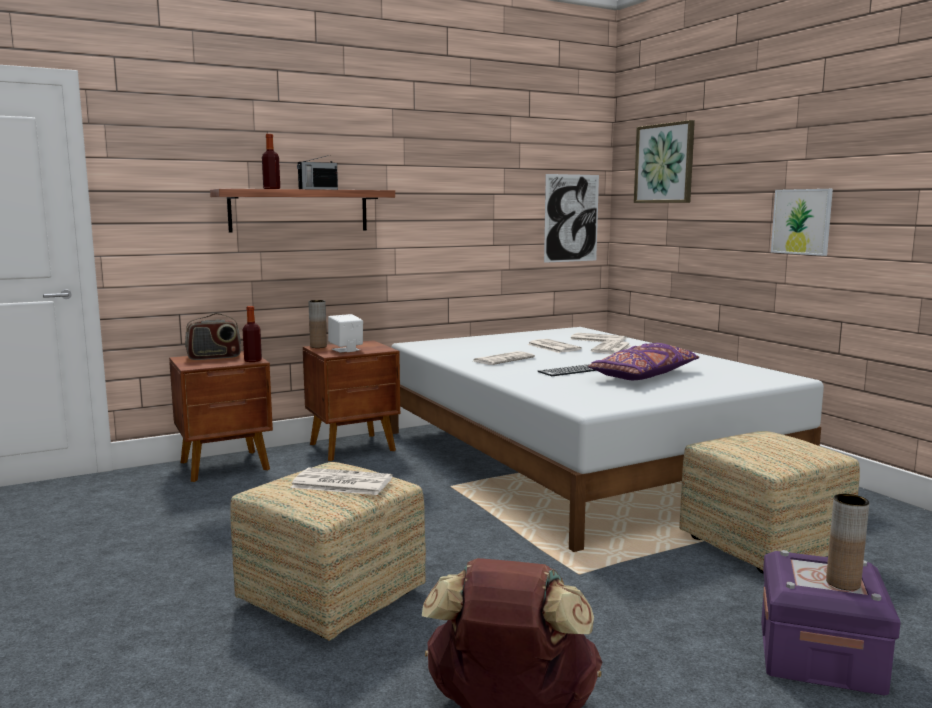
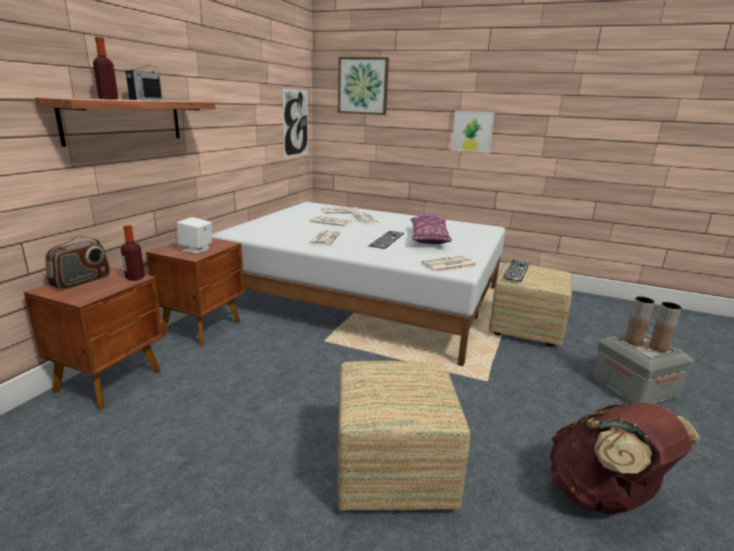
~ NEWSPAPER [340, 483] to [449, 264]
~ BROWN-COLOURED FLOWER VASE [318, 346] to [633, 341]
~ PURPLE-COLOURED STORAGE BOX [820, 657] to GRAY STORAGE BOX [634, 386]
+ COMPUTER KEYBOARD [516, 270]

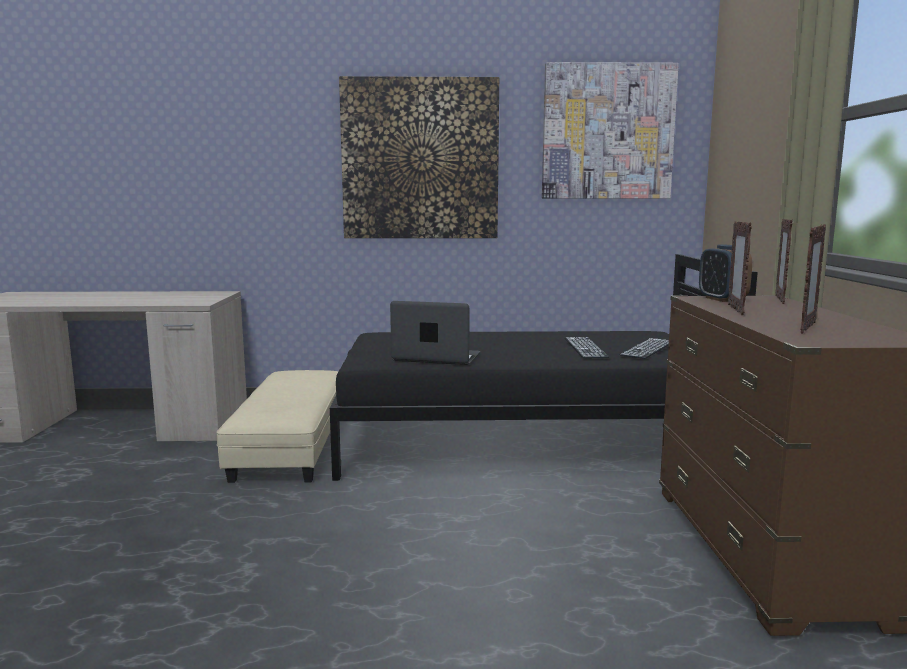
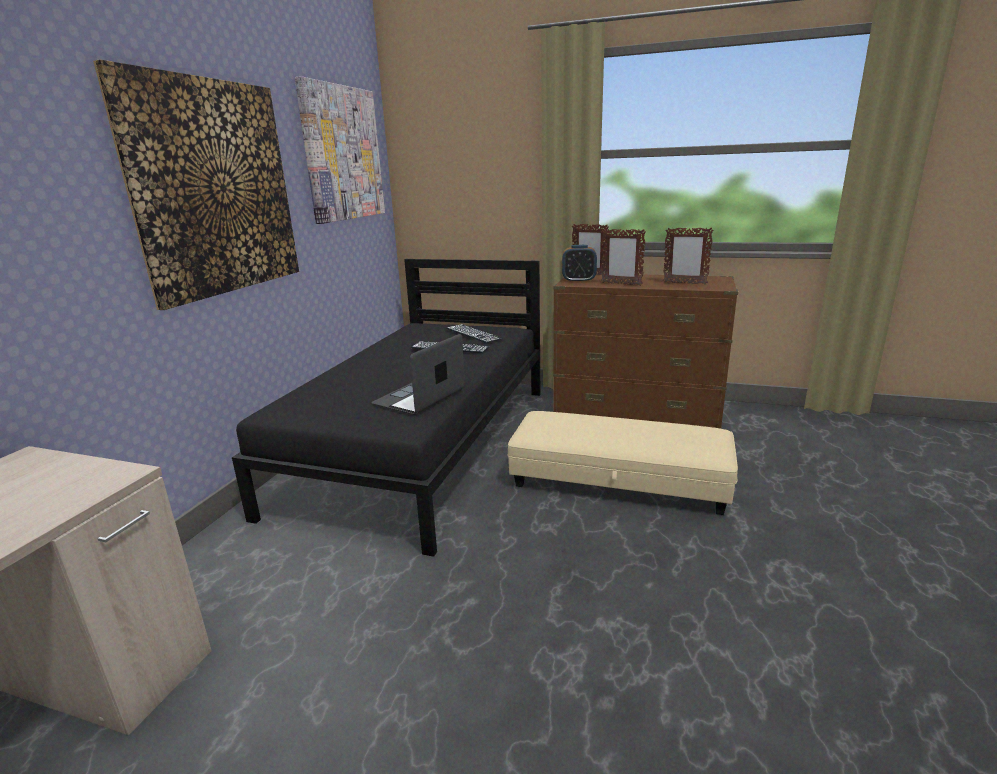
~ BEIGE-COLOURED FOOTREST [291, 443] to [618, 480]
~ PICTURE FRAME [807, 328] = [684, 283] 150 degrees clockwise

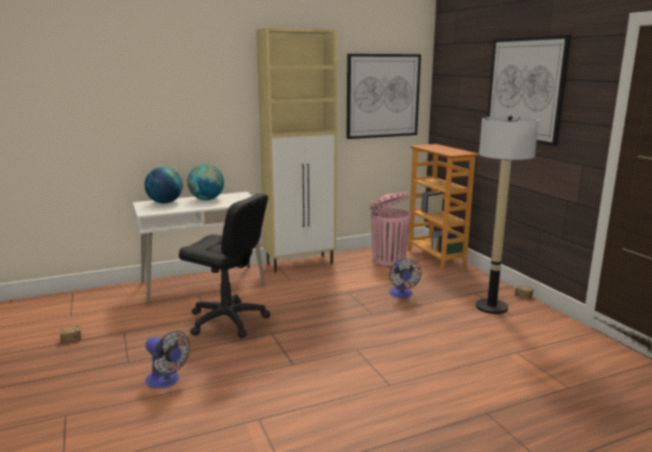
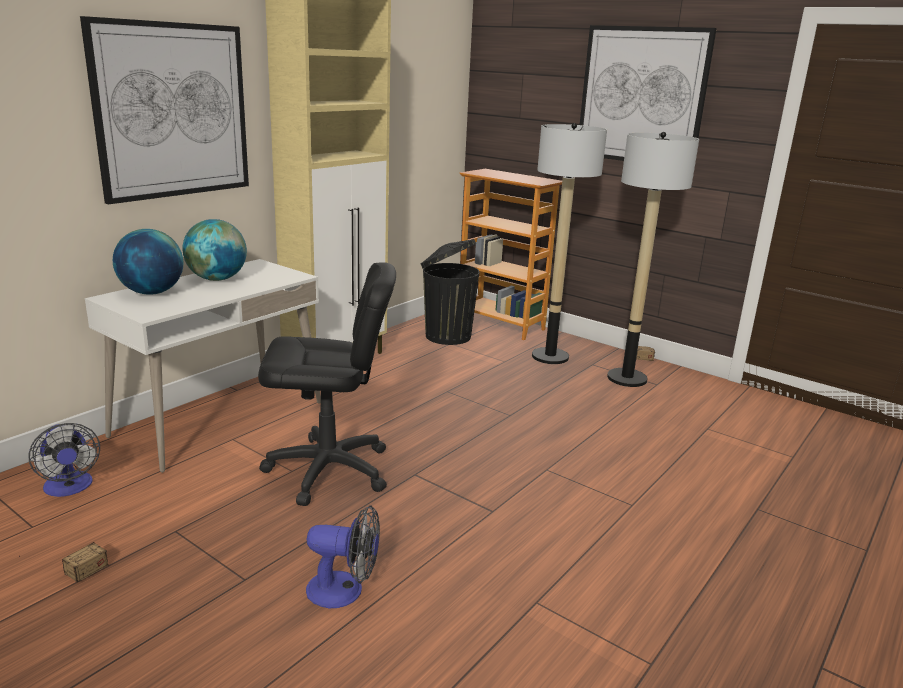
~ PICTURE [383, 96] to [172, 111]
~ PINK RUBBISH BIN [388, 259] to BLACK RUBBISH BIN [446, 336]
~ FAN [402, 295] to [70, 488]
+ STANDING LAMP [550, 356]

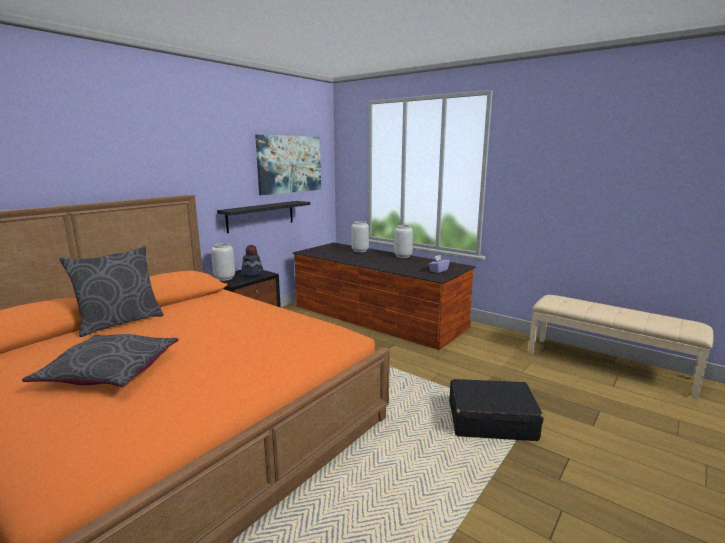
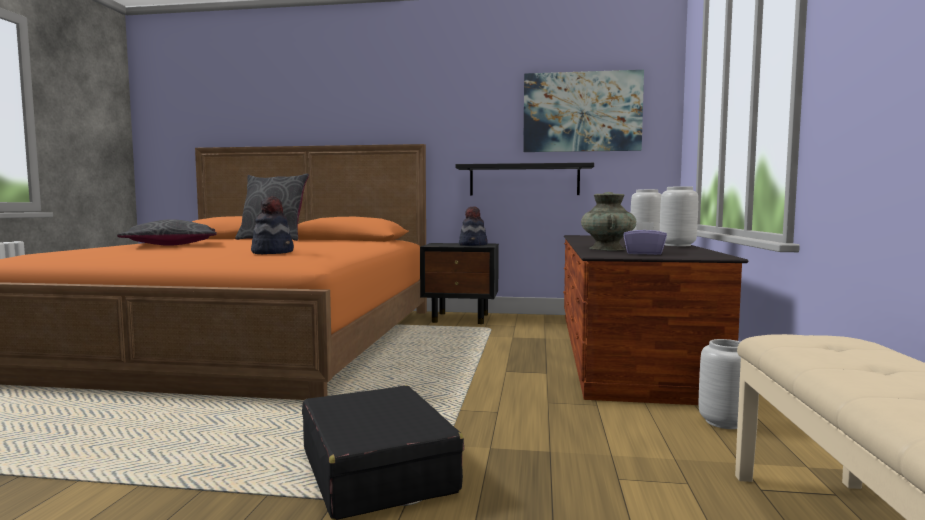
~ GRAY FLOWER VASE [224, 278] to [723, 422]
+ CLOTHING HAT [273, 252]
+ TURQUOISE-COLOURED FLOWER VASE [607, 249]

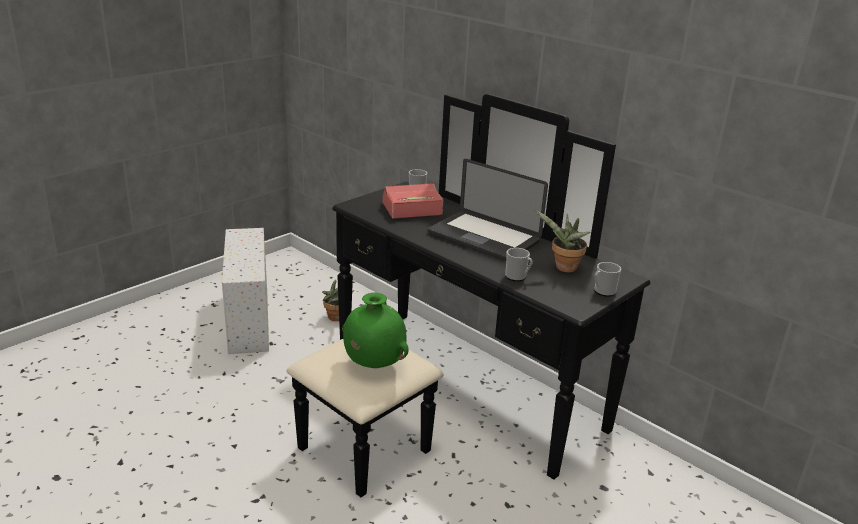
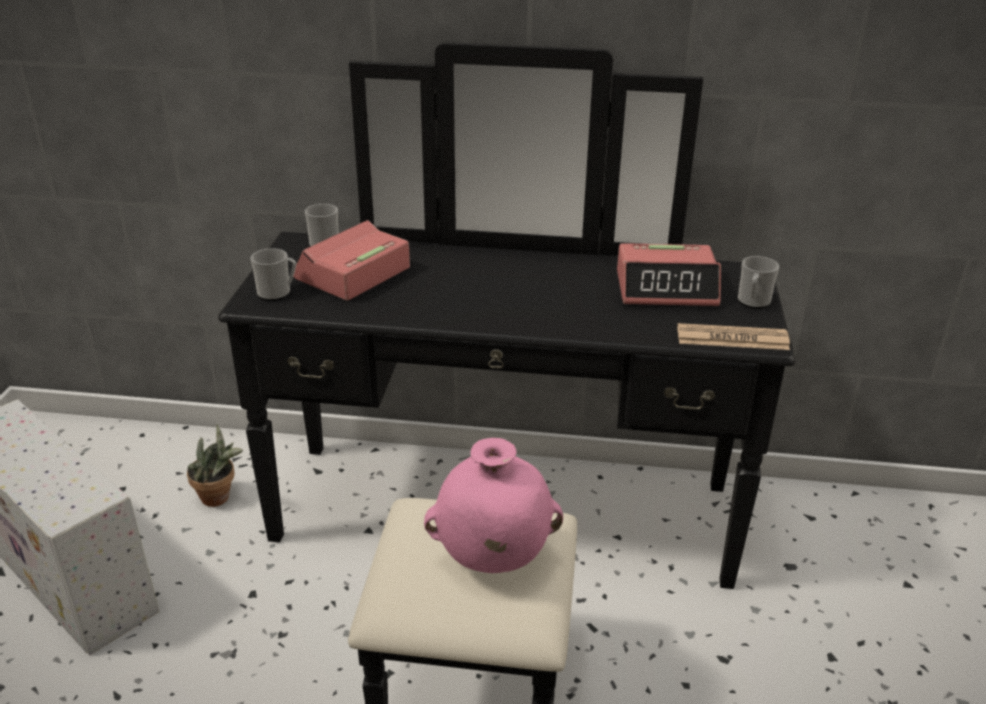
~ GREENISH FLOWER VASE [373, 364] to PINK FLOWER VASE [492, 559]
- PORTABLE COMPUTER [483, 238]
~ TEA MUG [517, 277] to [278, 293]
~ POTTED PLANT [563, 268] to TABLE CLOCK [666, 288]
+ NEWSPAPER [732, 338]

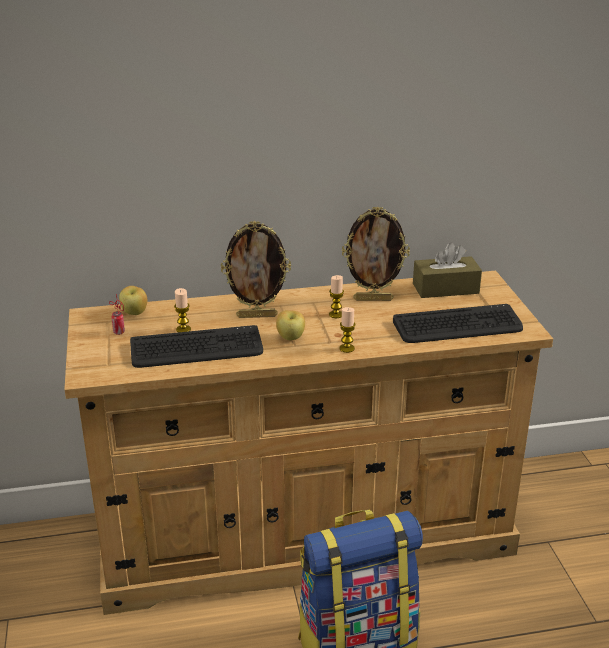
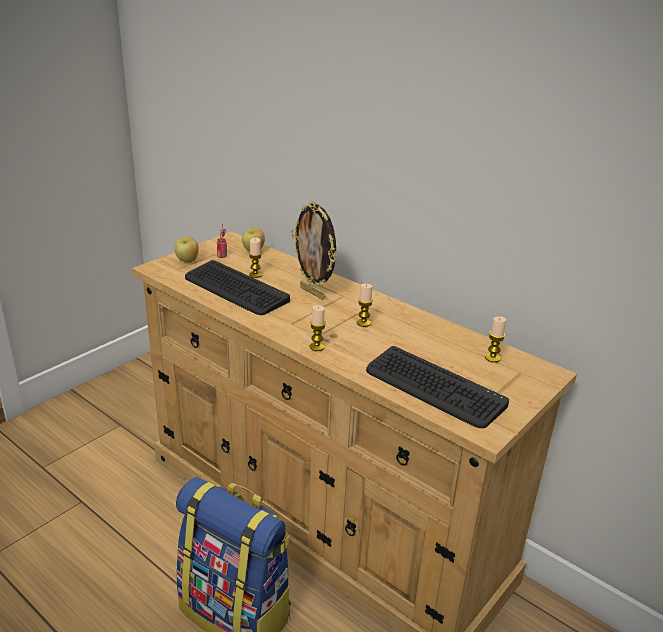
~ APPLE FRUIT [290, 338] to [187, 261]
- PICTURE FRAME [373, 299]
~ BROWN-COLOURED TISSUE BOX [445, 288] to CANDLE [492, 358]

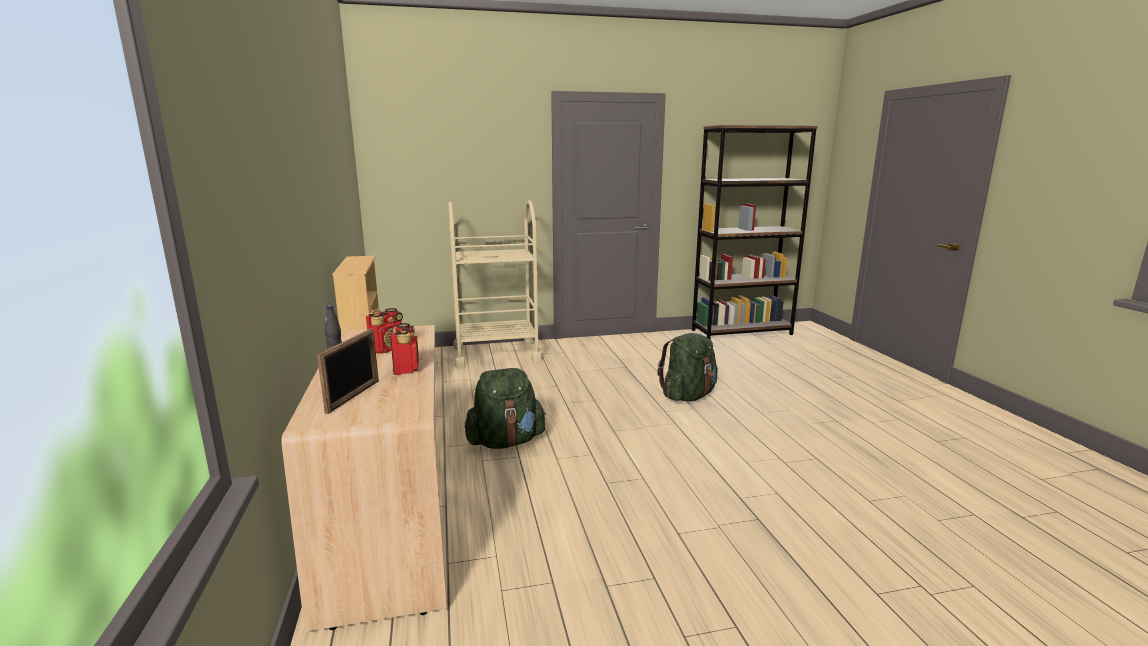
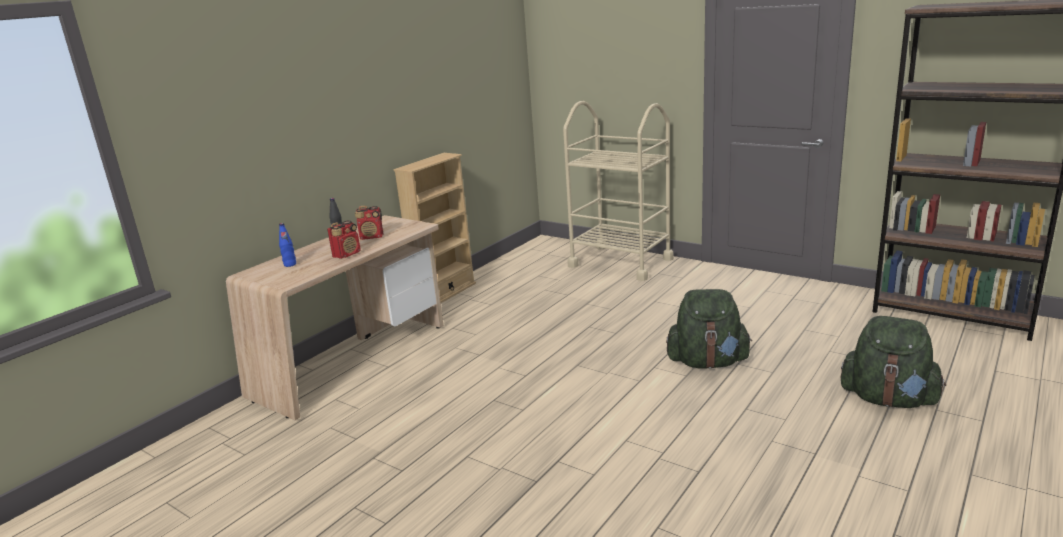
~ PICTURE FRAME [353, 396] to BLUE-COLOURED DRINK BOTTLE [290, 264]
~ GREENISH KNAPSACK [506, 442] to [888, 399]

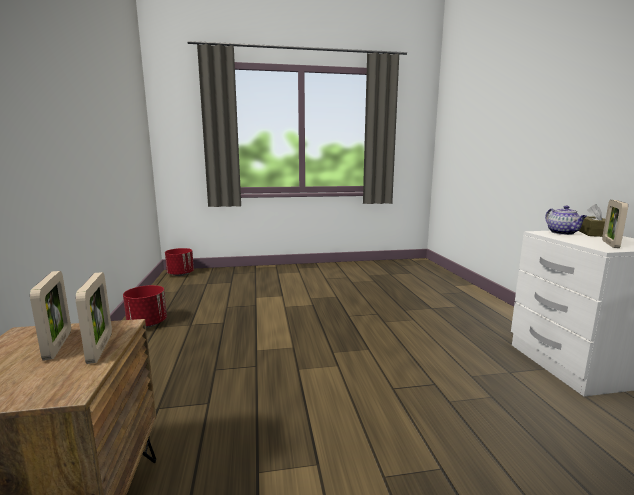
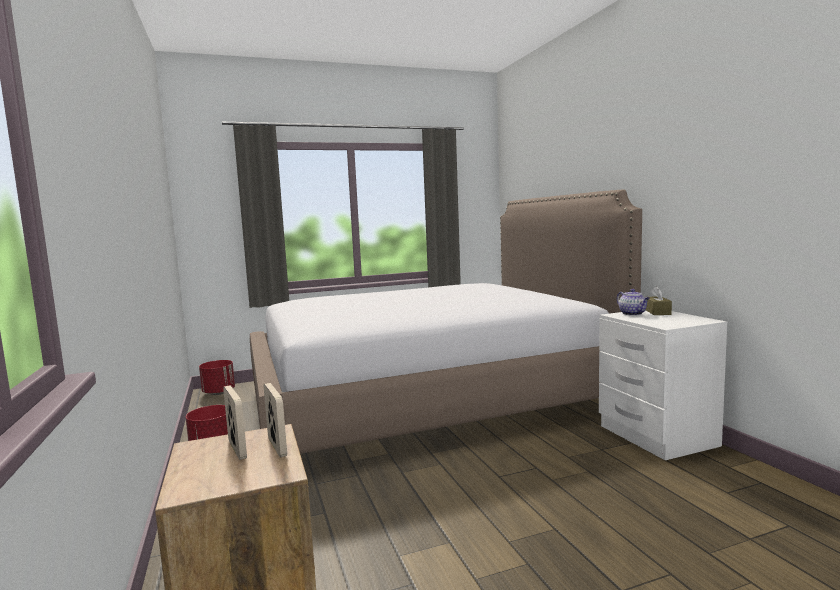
- PICTURE FRAME [610, 244]
+ SLEEPING BED [428, 399]

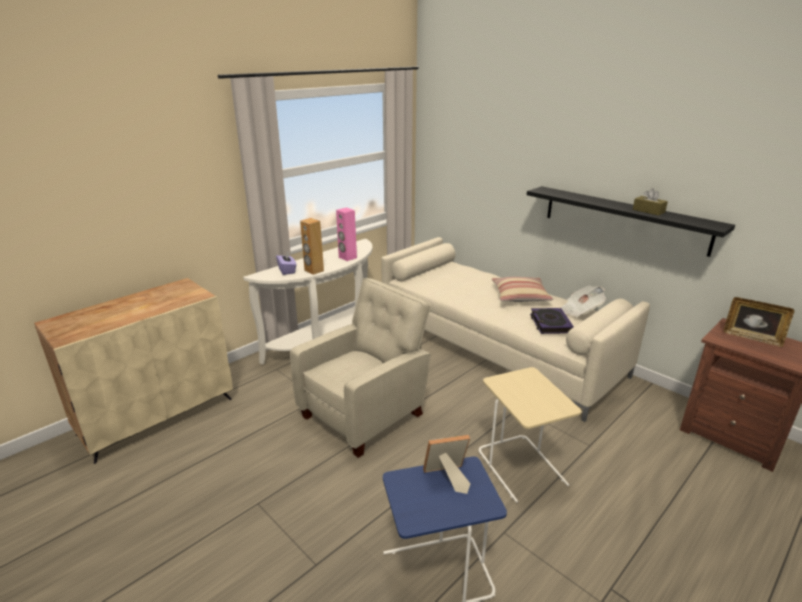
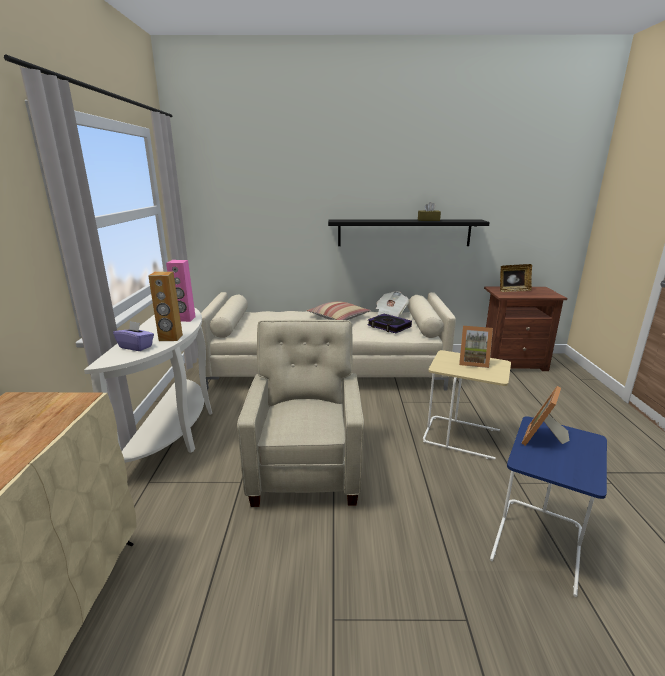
+ PICTURE FRAME [473, 362]

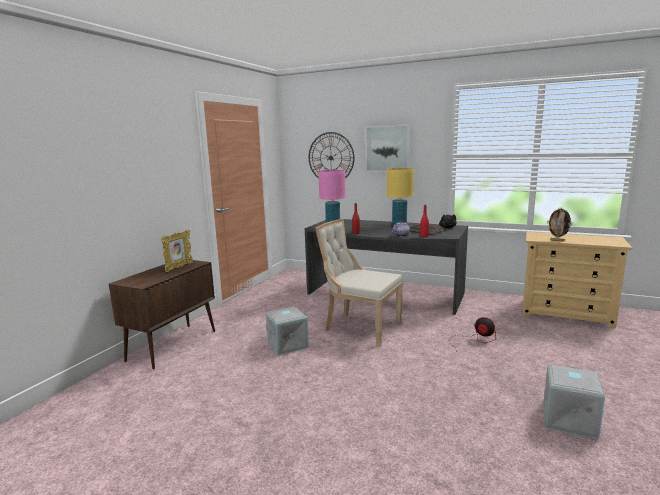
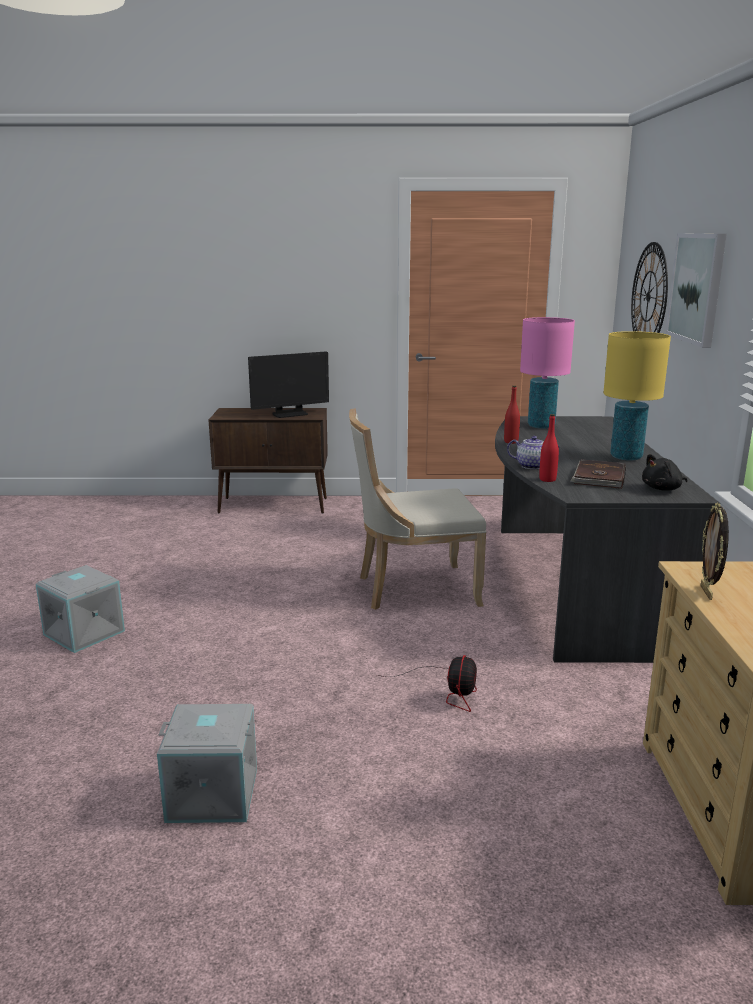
~ PICTURE FRAME [179, 267] to COMPUTER DISPLAY [290, 414]
~ GRAY STORAGE BOX [287, 344] to [85, 632]
~ BEIGE-COLOURED PLAIN CHAIR [359, 327] = [412, 589] 105 degrees counterclockwise

